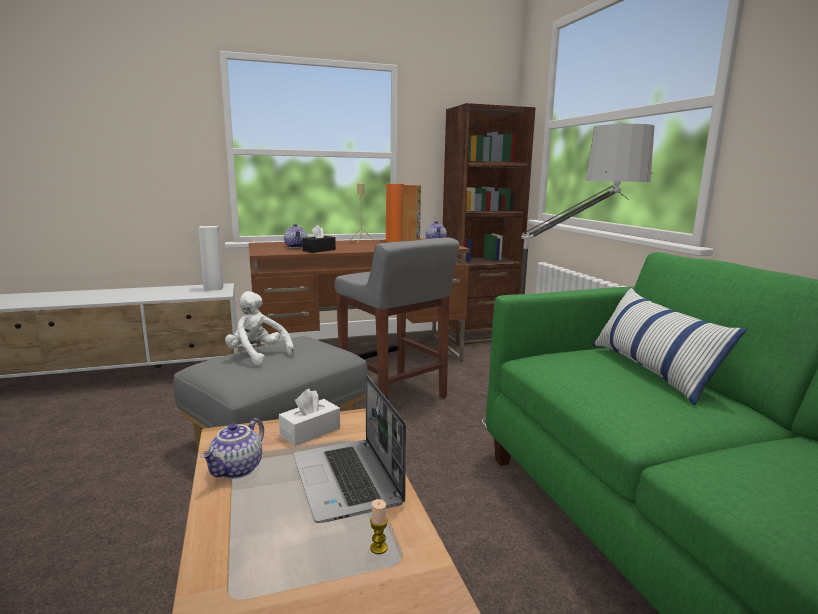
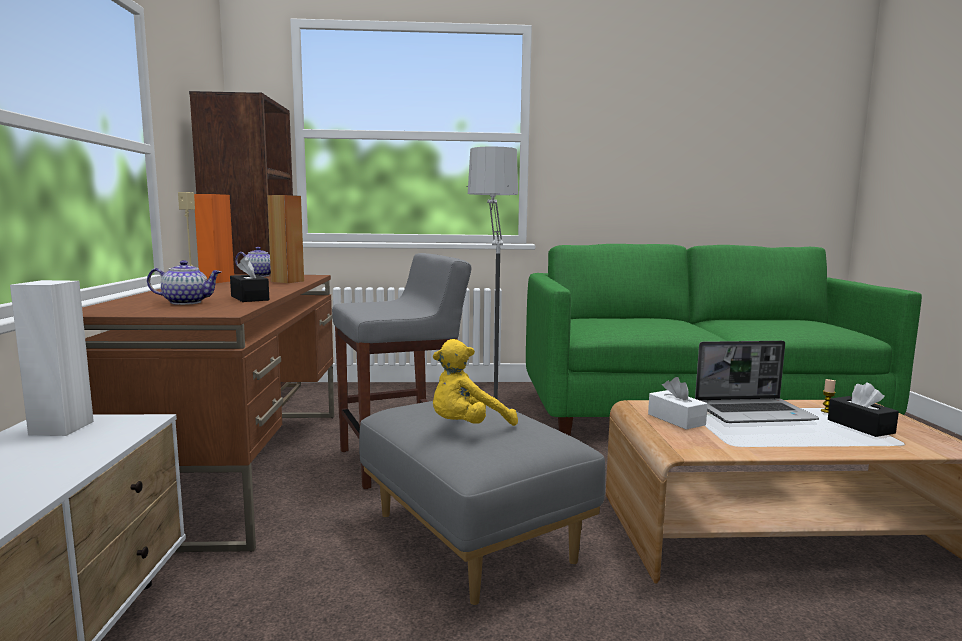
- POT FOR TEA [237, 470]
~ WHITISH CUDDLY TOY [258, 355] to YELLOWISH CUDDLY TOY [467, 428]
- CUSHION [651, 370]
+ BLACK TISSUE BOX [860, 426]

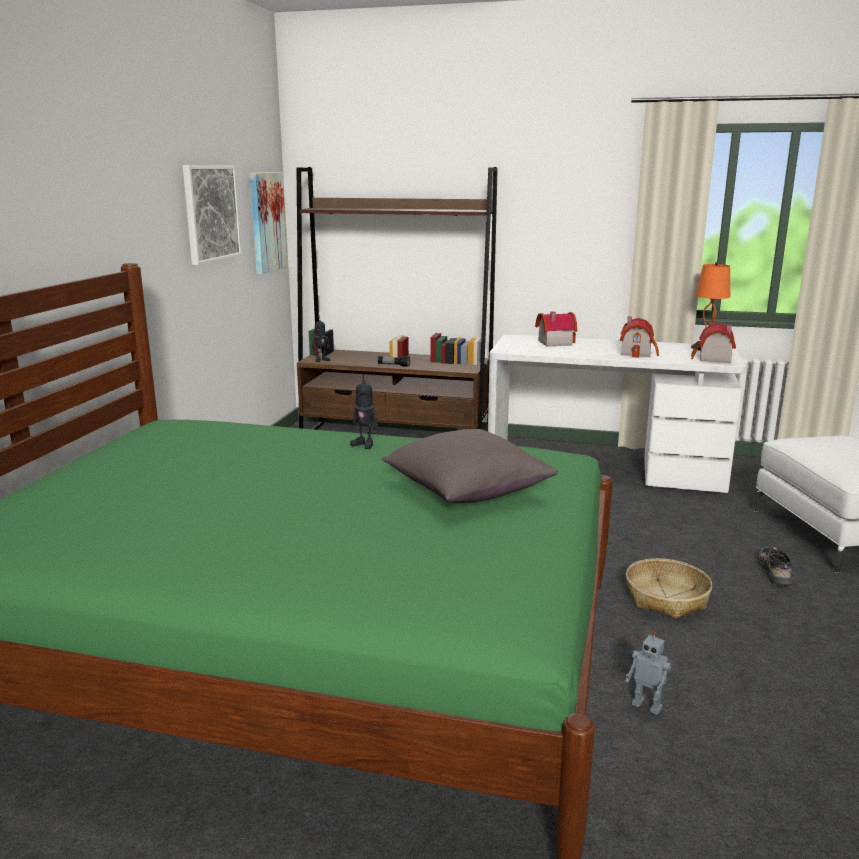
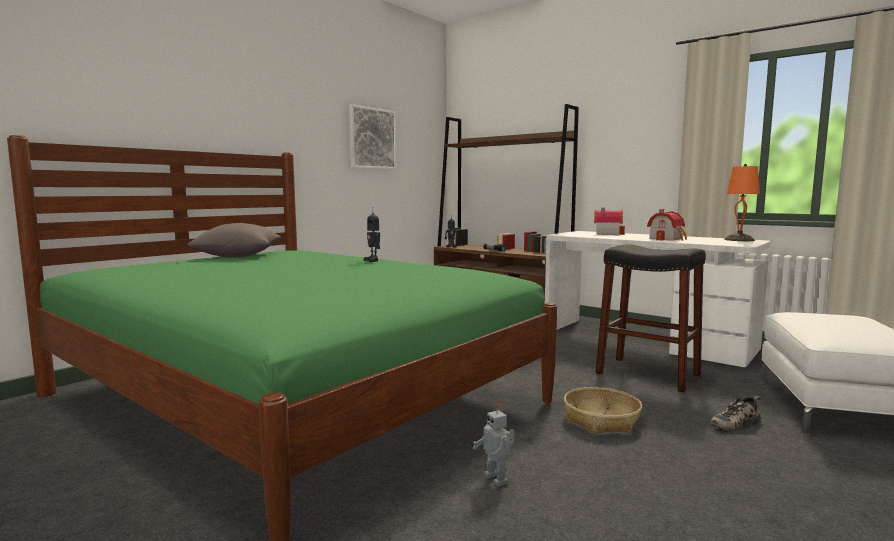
- PICTURE [267, 222]
~ GRAY CUSHION [466, 490] to [239, 256]
- MINIATURE HOUSE [712, 359]
~ SHOE [776, 571] = [734, 423] 150 degrees counterclockwise
+ BLACK STOOL SEAT [647, 374]

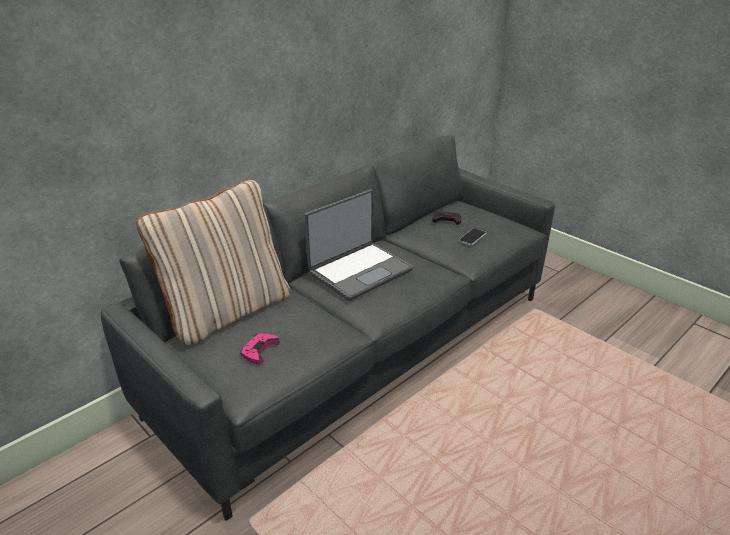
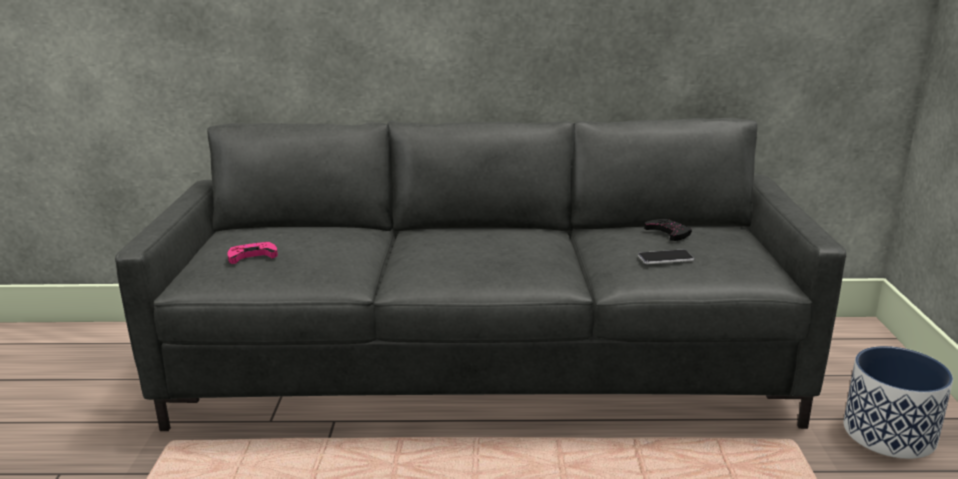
- BEIGE-COLOURED CUSHION [227, 311]
- PORTABLE COMPUTER [359, 271]
+ PLANT POT [889, 434]

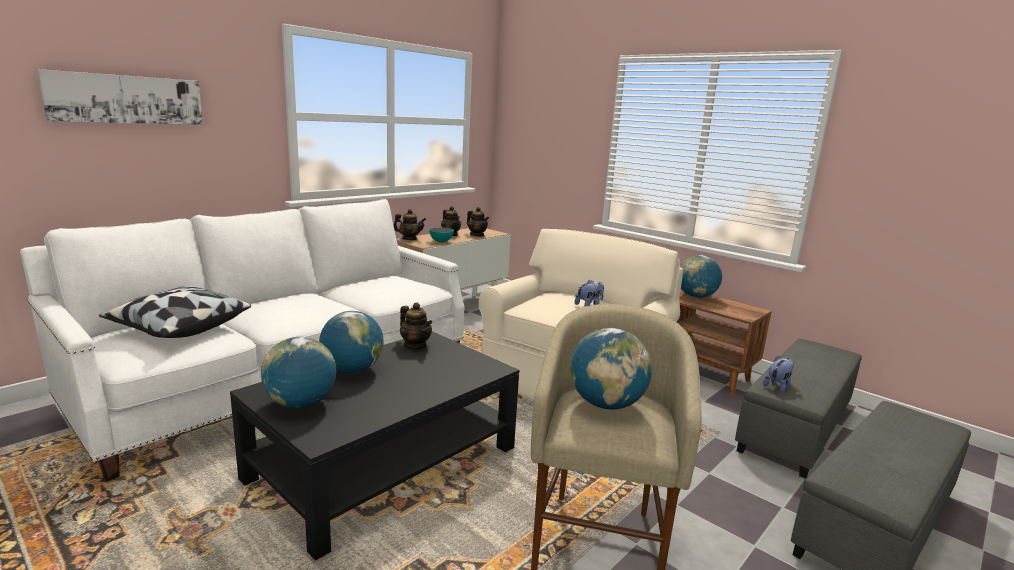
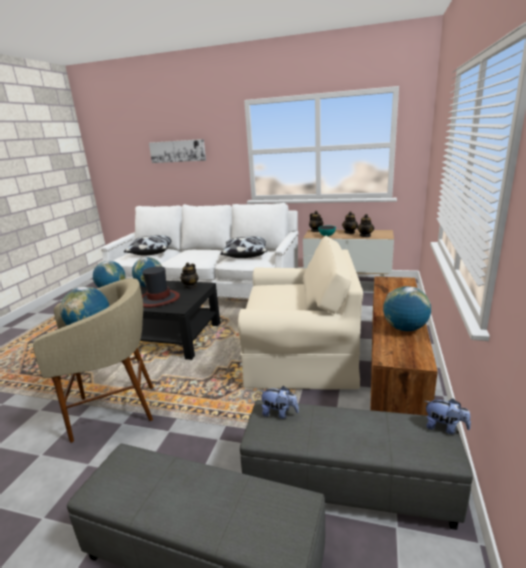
~ CUDDLY TOY [589, 306] to [444, 428]
+ CLOTHING HAT [158, 299]
+ CUSHION [245, 254]

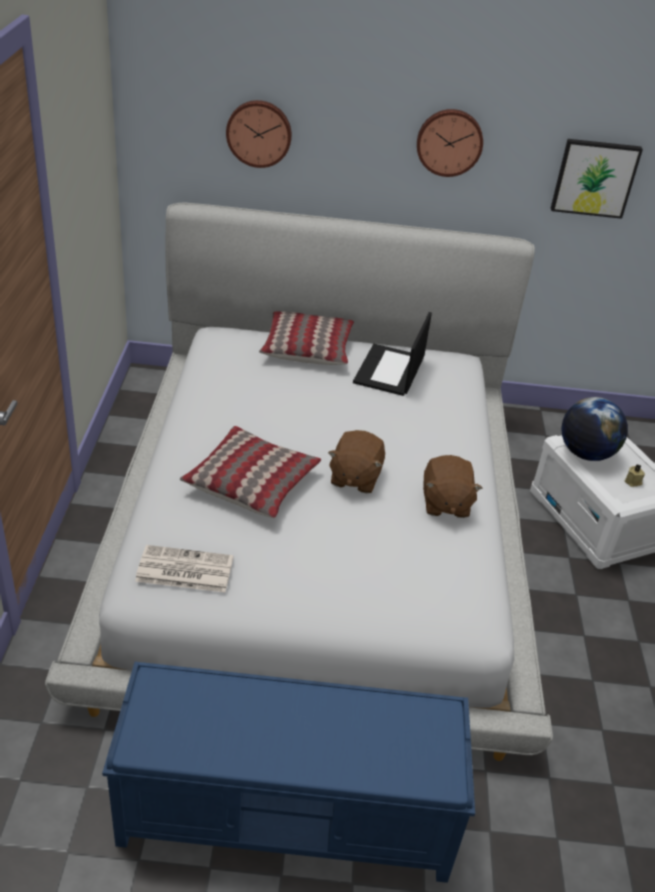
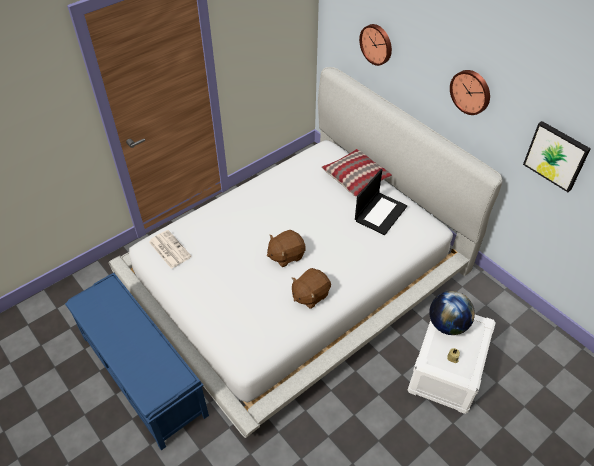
- CUSHION [251, 482]
~ PORTABLE COMPUTER [390, 371] = [380, 213] 150 degrees clockwise

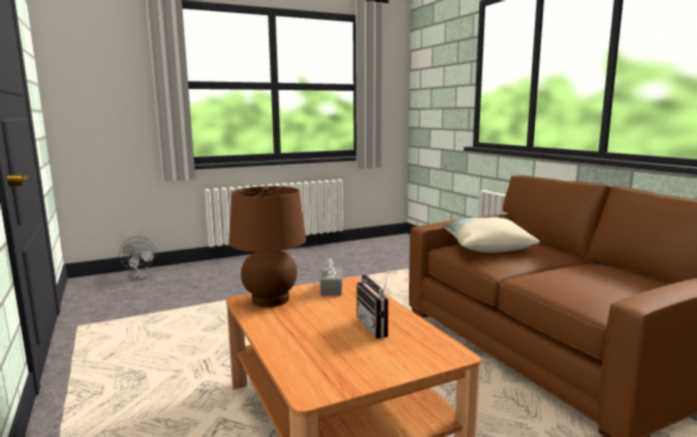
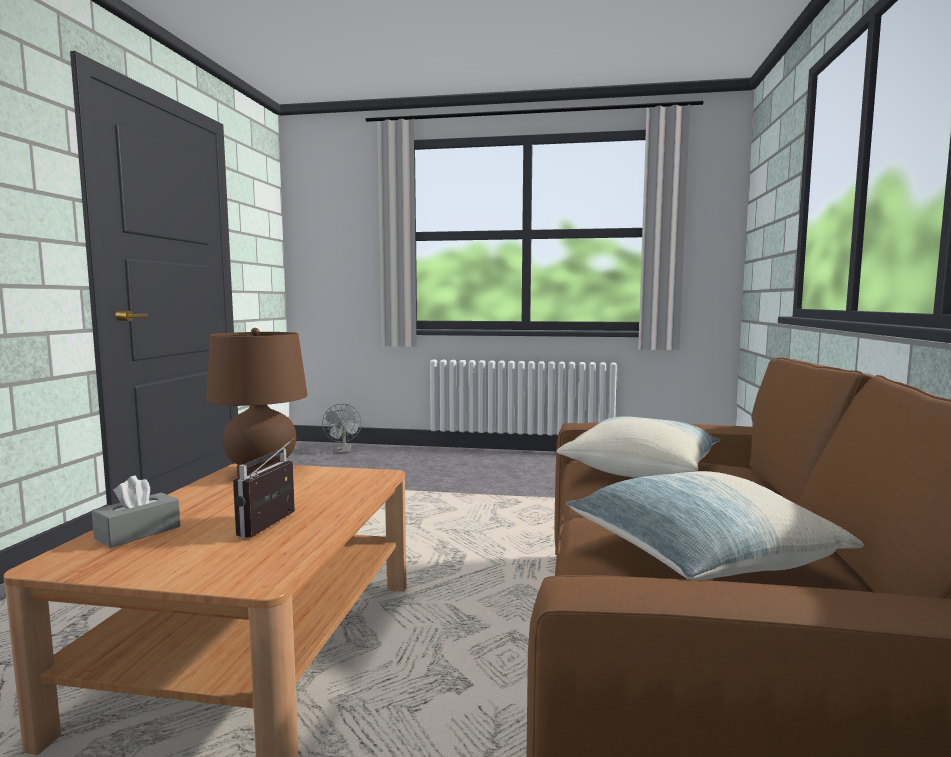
~ GRAY TISSUE BOX [332, 288] to [138, 532]
+ CUSHION [698, 559]

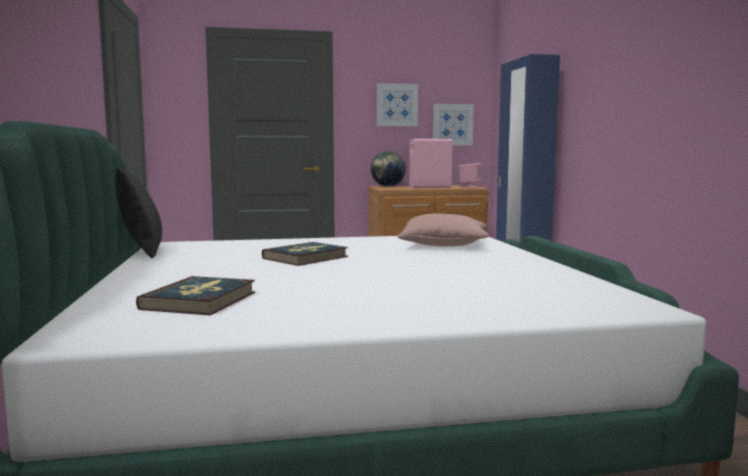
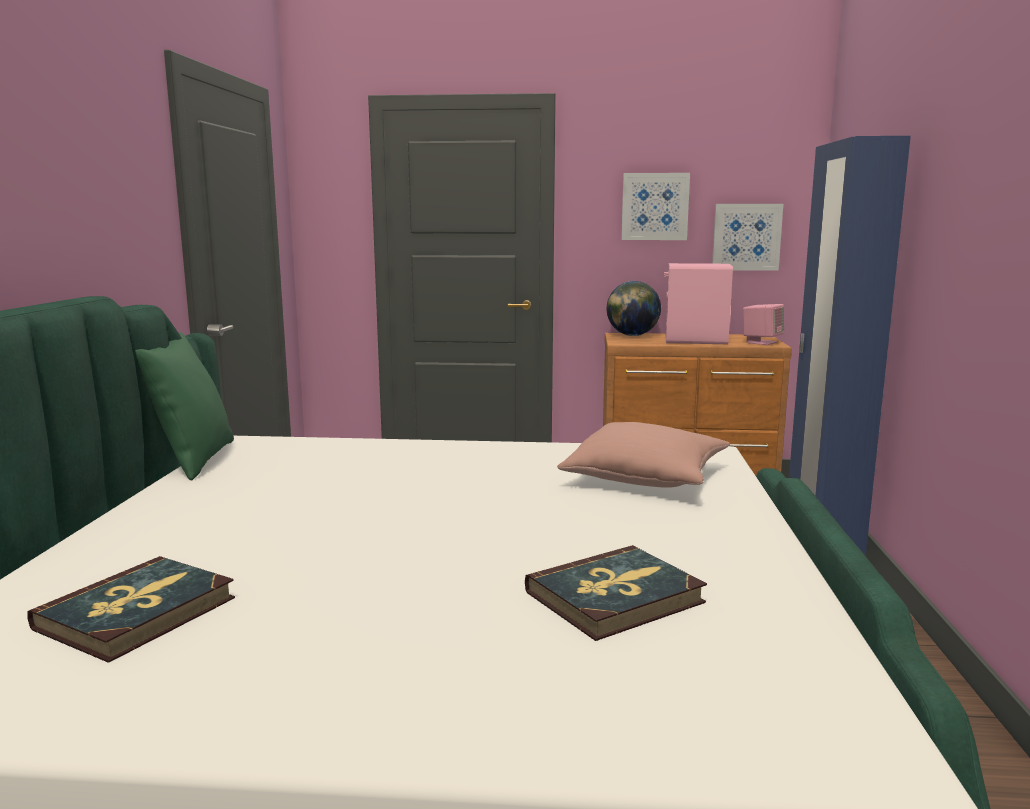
~ BLACK CUSHION [140, 251] to GREENISH CUSHION [194, 460]
~ BOUND BOOK [306, 257] to [615, 597]

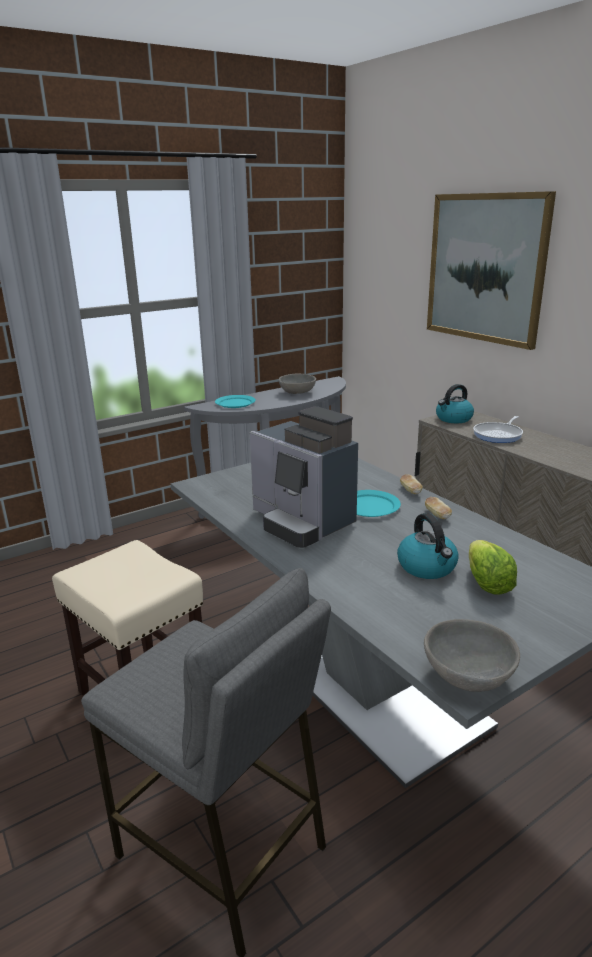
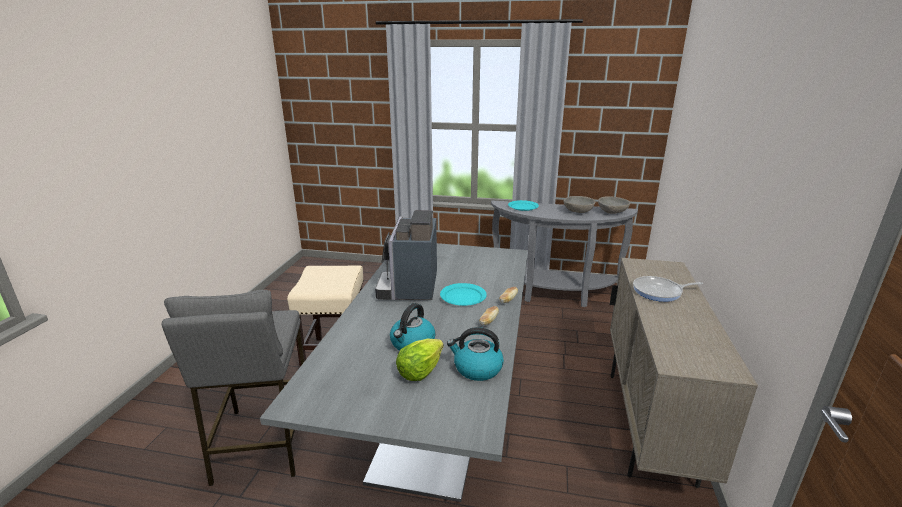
~ GRAY DEEP DISH [468, 676] to [612, 212]
- PICTURE [485, 268]
~ KETTLE [453, 419] to [477, 368]

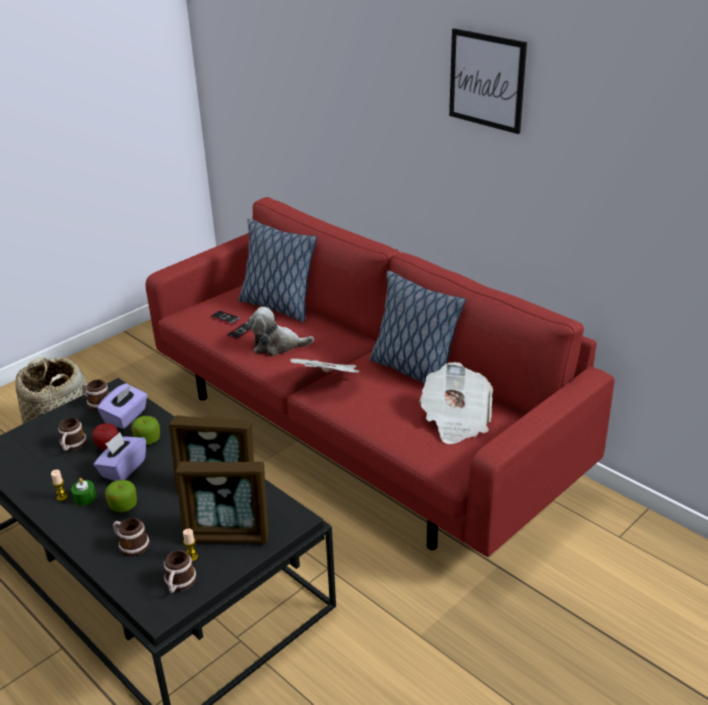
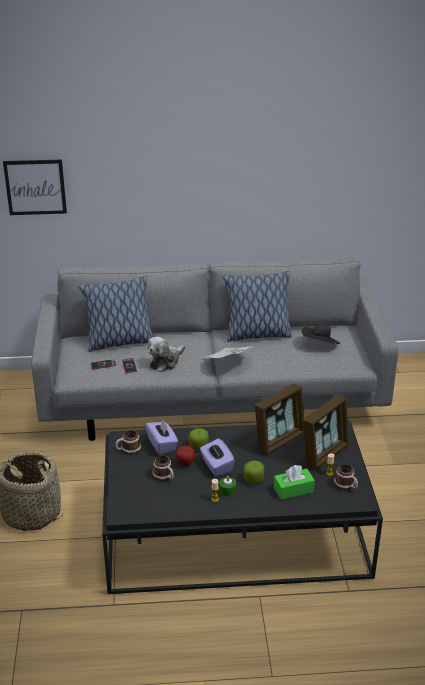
~ TEA MUG [131, 545] to GREENISH TISSUE BOX [293, 489]
~ RED COUCH [356, 431] to GRAY COUCH [212, 400]
~ NEWSPAPER [455, 420] to BLACK CLOTHING HAT [320, 345]
~ PICTURE [487, 80] to [35, 187]

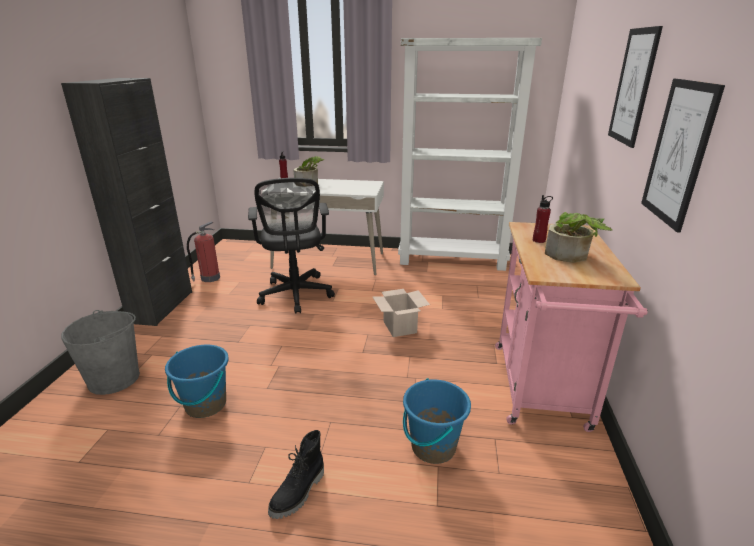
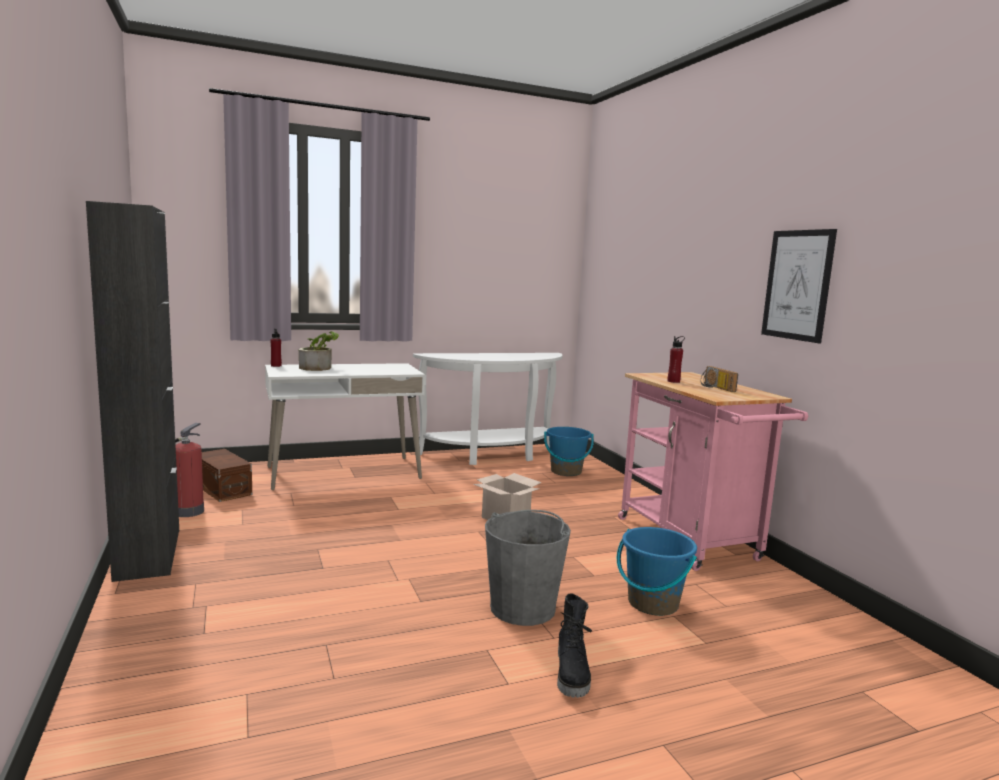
~ GRAY PAIL [114, 379] to [523, 607]
~ BLUE-COLOURED PAIL [205, 405] to [566, 471]
- BLACK OFFICE CHAIR [296, 295]
~ WHITISH BOOKCASE [453, 260] to WHITISH CONSOLE TABLE [492, 455]
~ POTTED PLANT [571, 256] to RADIO [715, 388]
- PICTURE [633, 87]
+ BROWN-COLOURED STORAGE BOX [223, 488]

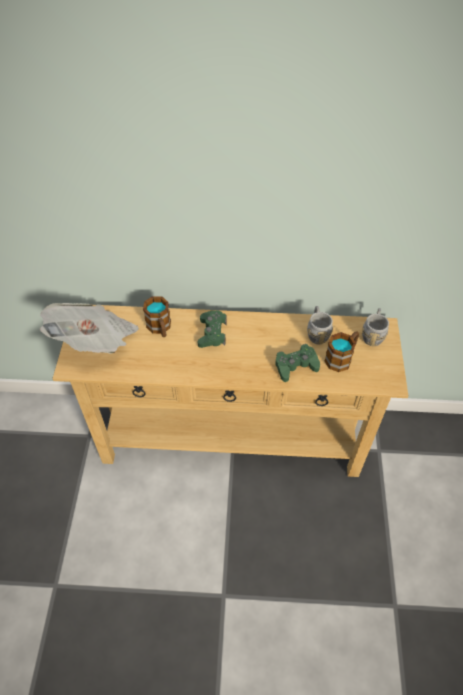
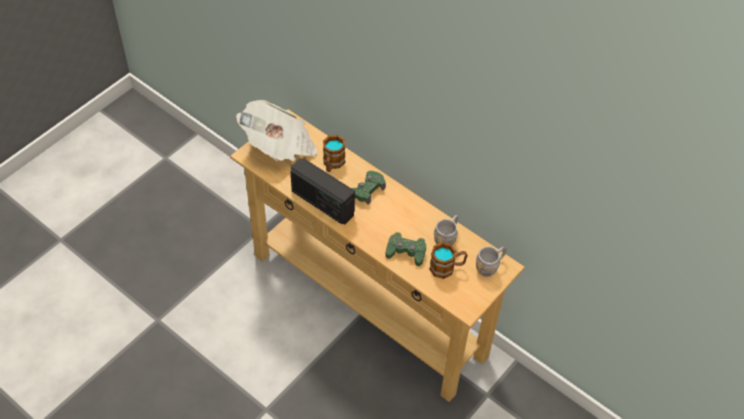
+ RADIO [322, 203]

